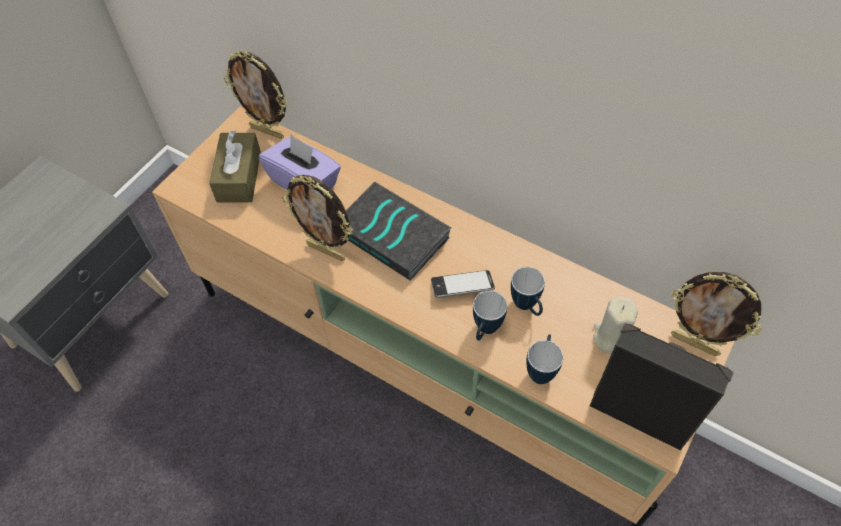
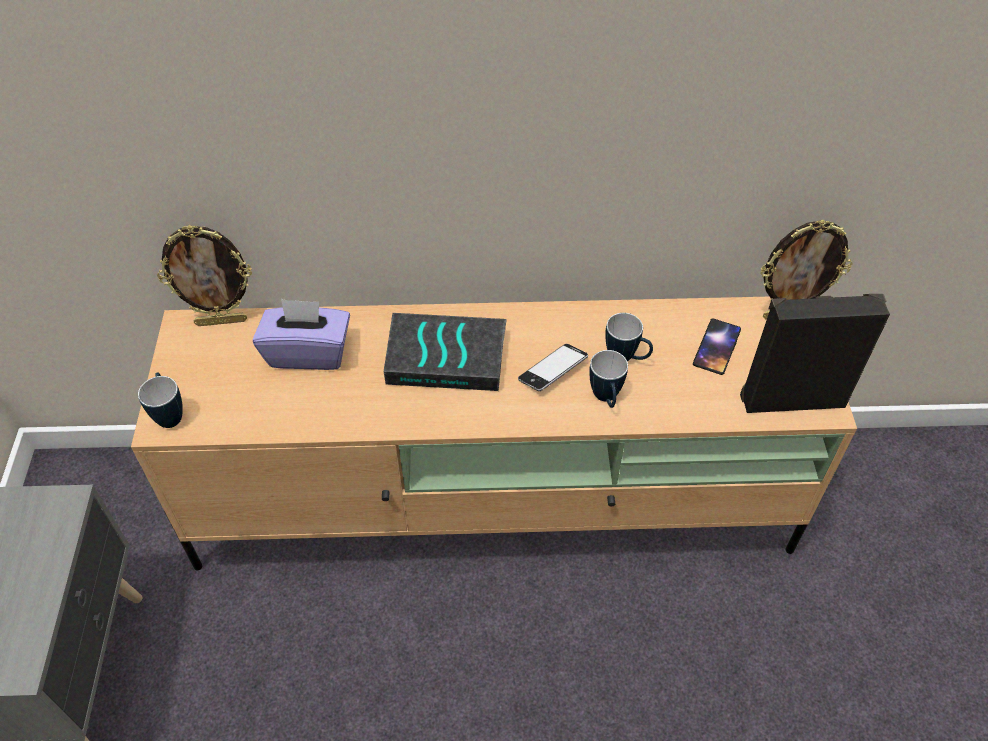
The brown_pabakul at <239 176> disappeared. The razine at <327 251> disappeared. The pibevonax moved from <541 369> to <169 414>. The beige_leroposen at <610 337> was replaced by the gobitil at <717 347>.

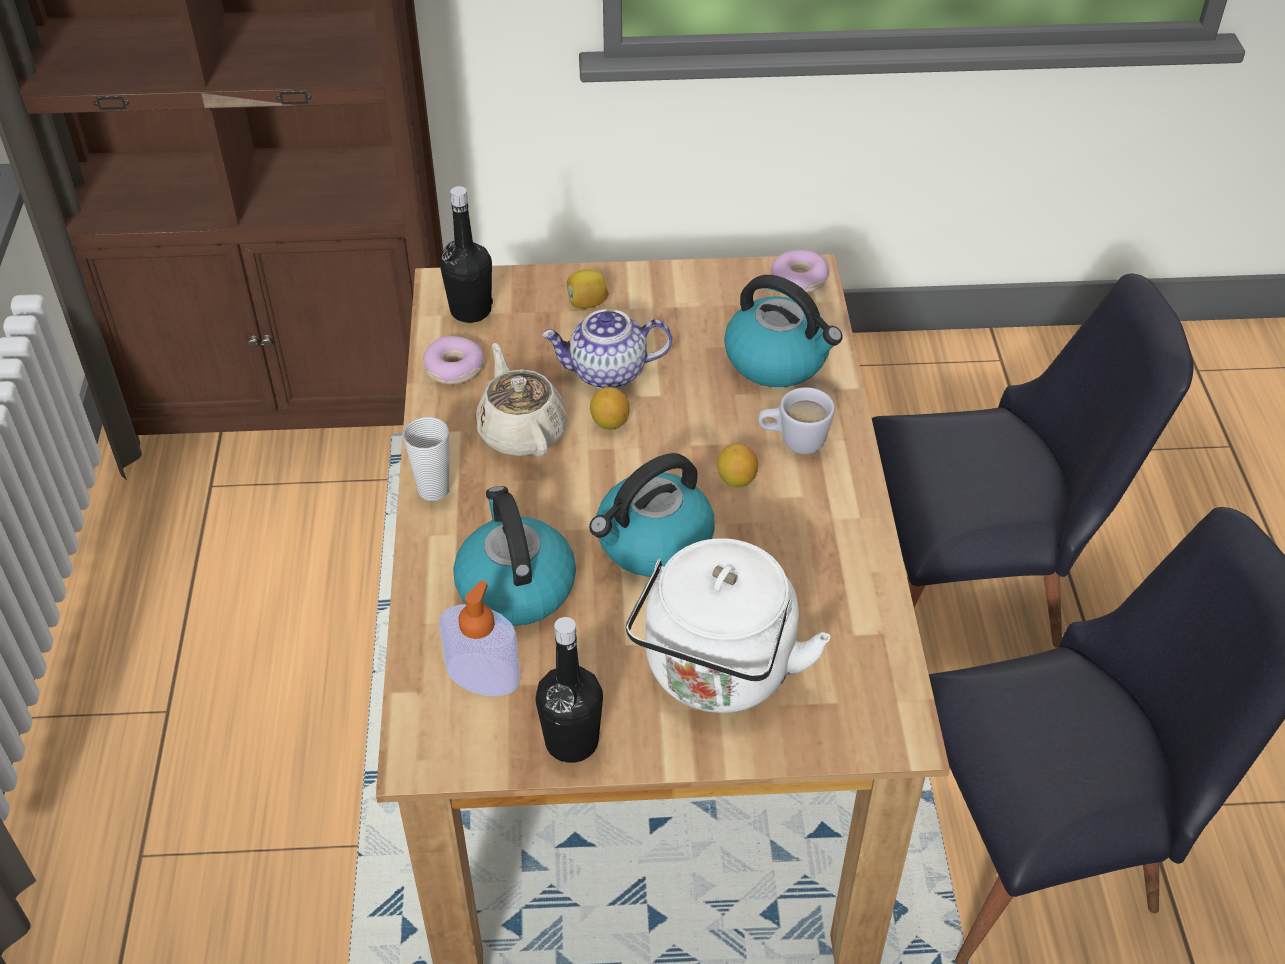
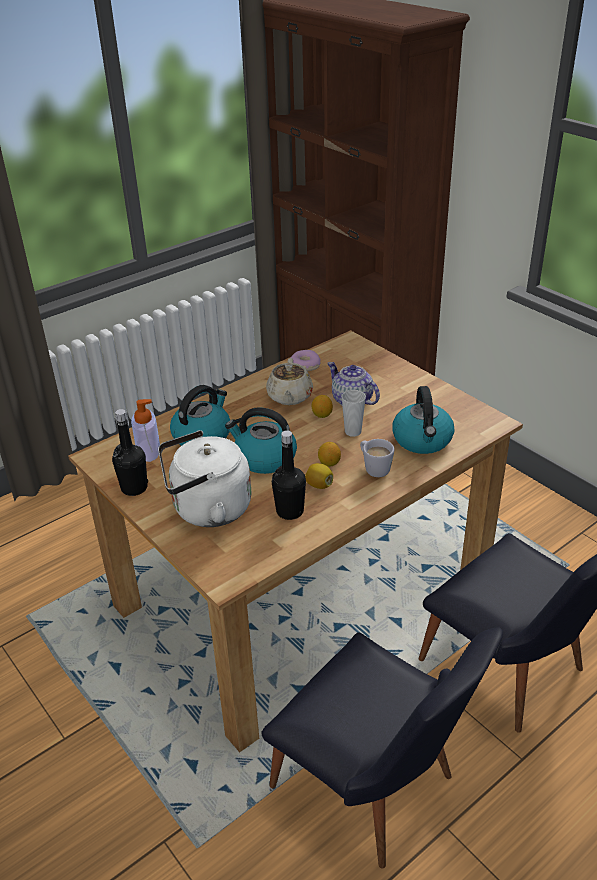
The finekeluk moved from <433 490> to <353 432>. The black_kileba moved from <470 310> to <290 511>. The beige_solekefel at <521 431> turned 150 degrees clockwise. The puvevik moved from <587 303> to <319 485>. The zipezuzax at <799 279> disappeared.

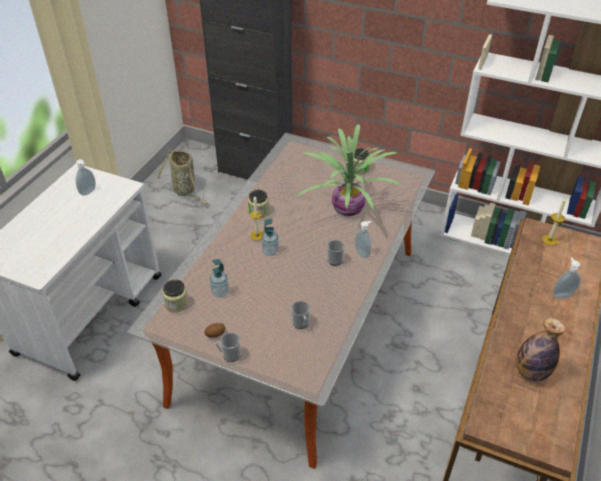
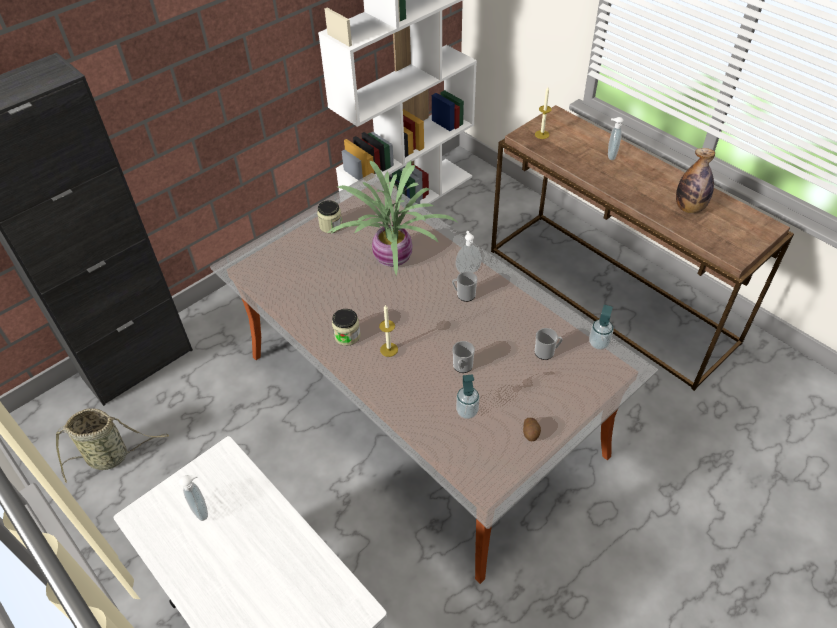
The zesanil at <176 303> disappeared. The pibevonax moved from <229 354> to <462 367>. The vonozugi moved from <270 252> to <598 343>.

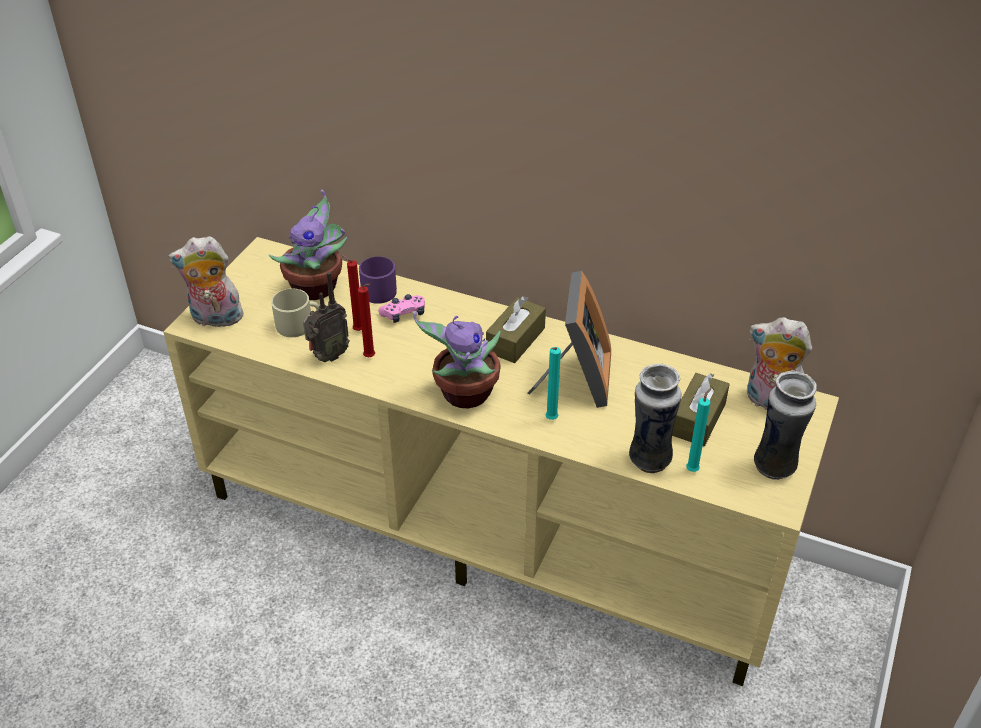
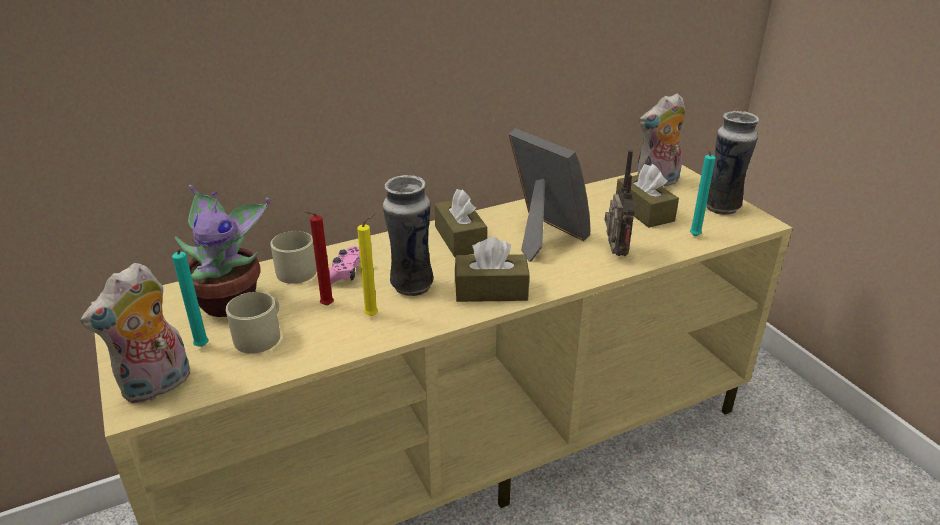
The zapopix moved from <328 356> to <614 254>. The red_leroposen at <371 358> became the yellow_leroposen at <373 315>. The purple_pibevonax at <380 289> became the beige_pibevonax at <293 270>. The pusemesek at <464 395> was replaced by the brown_pabakul at <491 290>. The turquoise_leroposen moved from <550 420> to <202 348>. The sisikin moved from <649 459> to <411 286>.

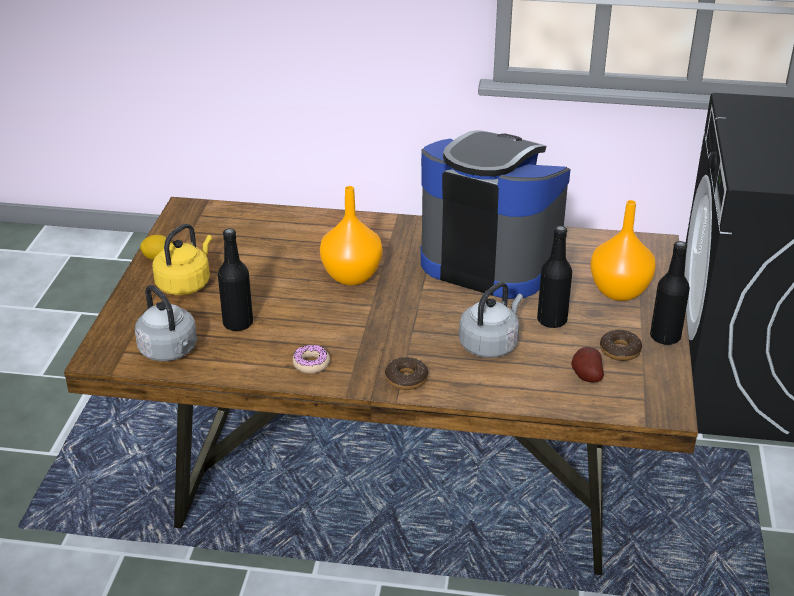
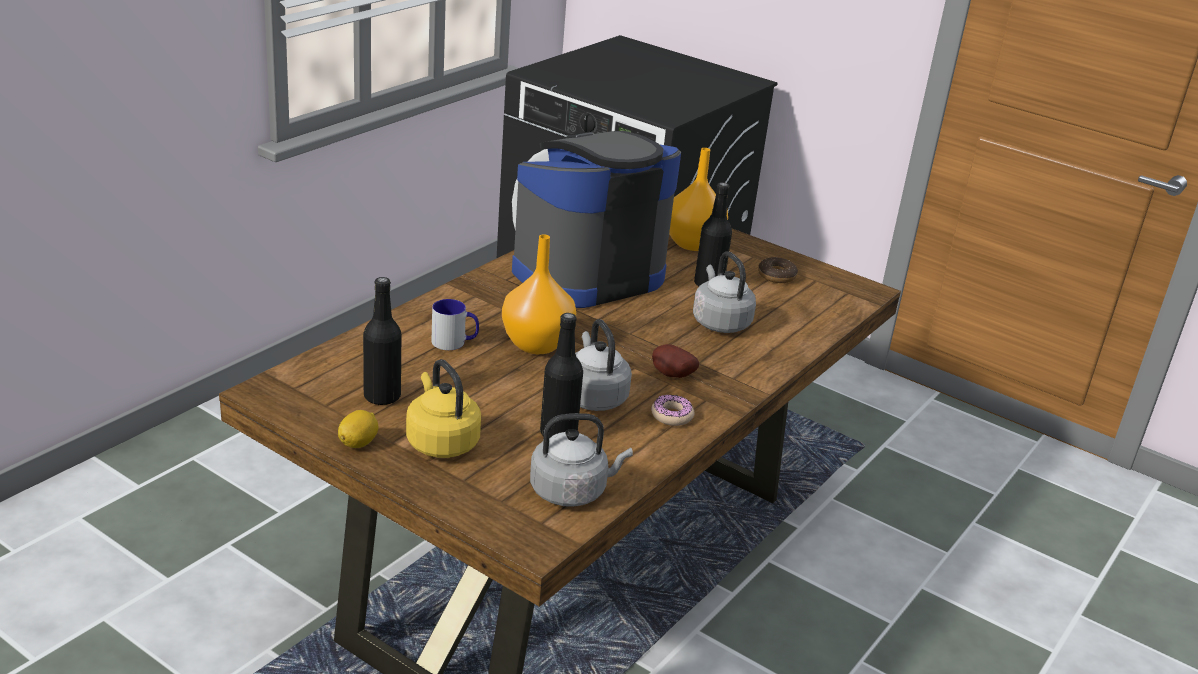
The zipezuzax at <406 379> disappeared. The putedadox moved from <585 377> to <671 376>. The black_kileba moved from <665 337> to <382 397>. The pibevonax at <454 342> appeared. The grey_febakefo at <593 396> appeared.

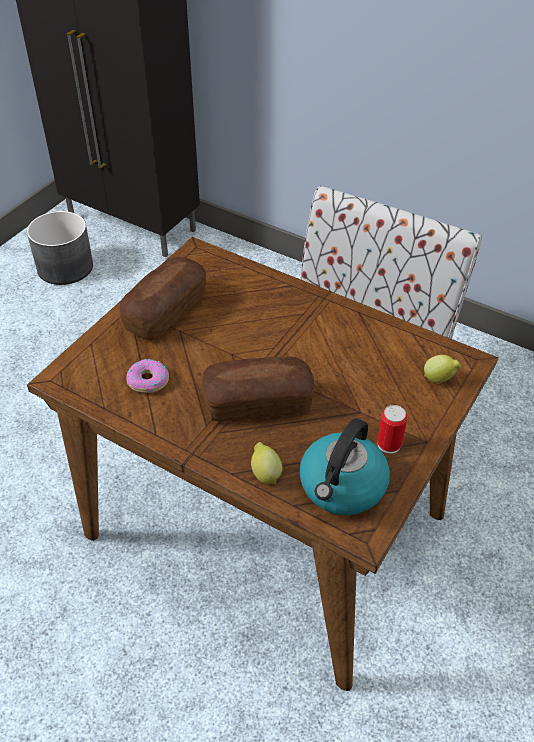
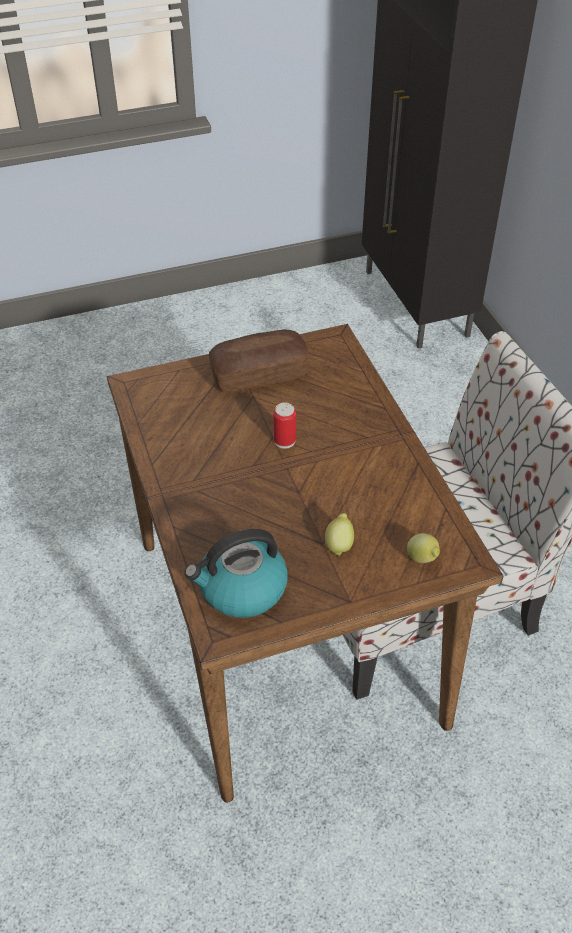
The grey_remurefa at <65 267> disappeared. The zipezuzax at <148 381> disappeared. The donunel at <257 403> disappeared. The puvevik moved from <265 473> to <339 544>. The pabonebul moved from <389 444> to <284 441>.

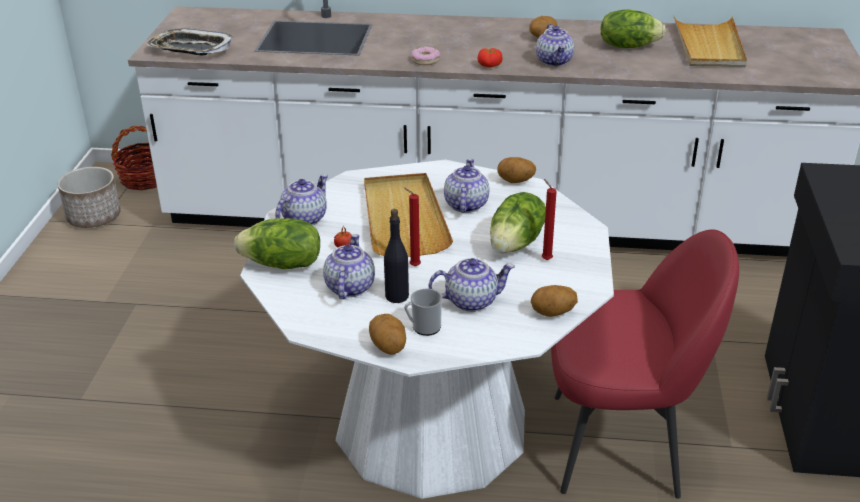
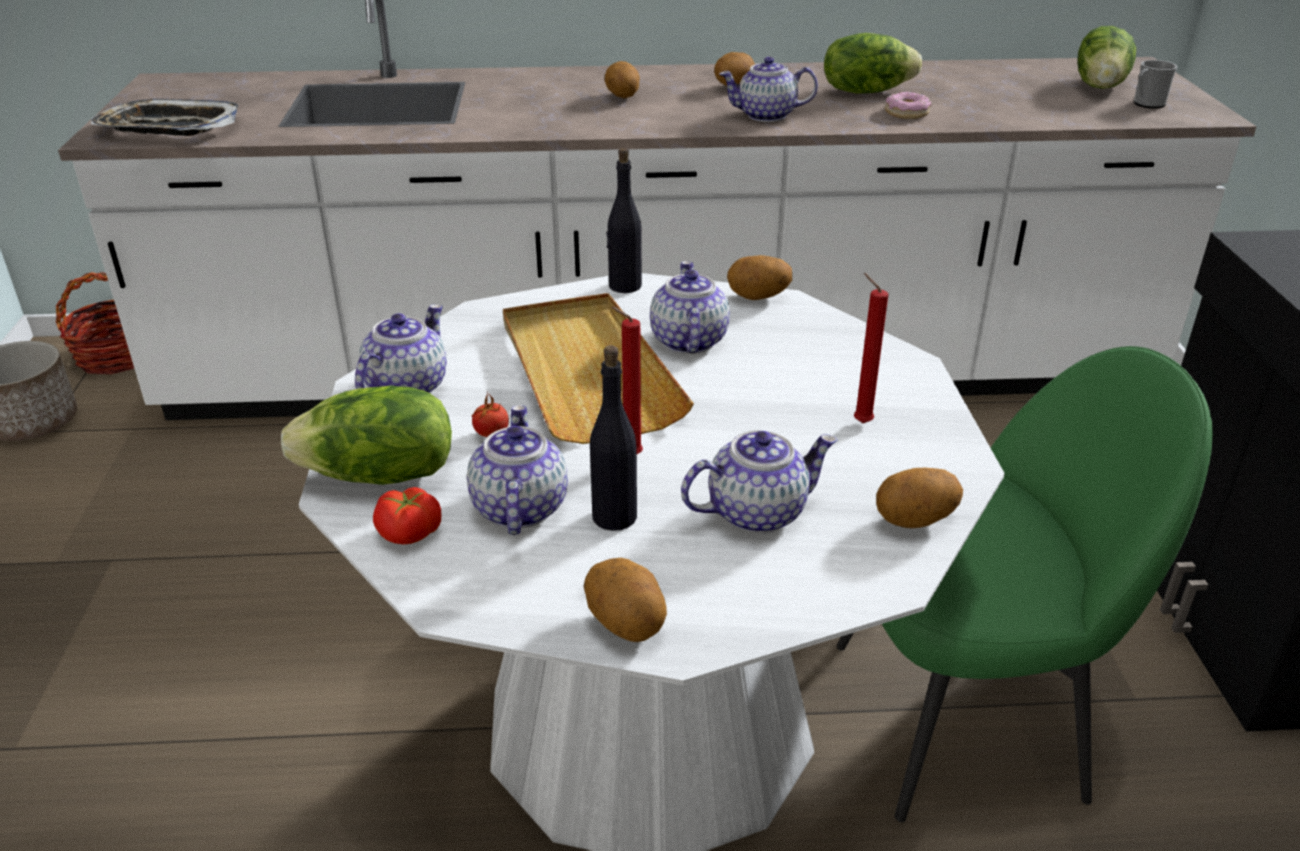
The pibevonax moved from <423 327> to <1146 104>. The zipezuzax moved from <425 60> to <906 113>. The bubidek moved from <489 65> to <410 534>. The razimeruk moved from <517 243> to <1101 86>. The solekefel at <554 61> turned 105 degrees clockwise. The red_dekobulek at <620 444> became the green_dekobulek at <964 717>. The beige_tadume at <709 46> disappeared. The putedadox at <622 97> appeared. The black_kileba at <624 286> appeared.

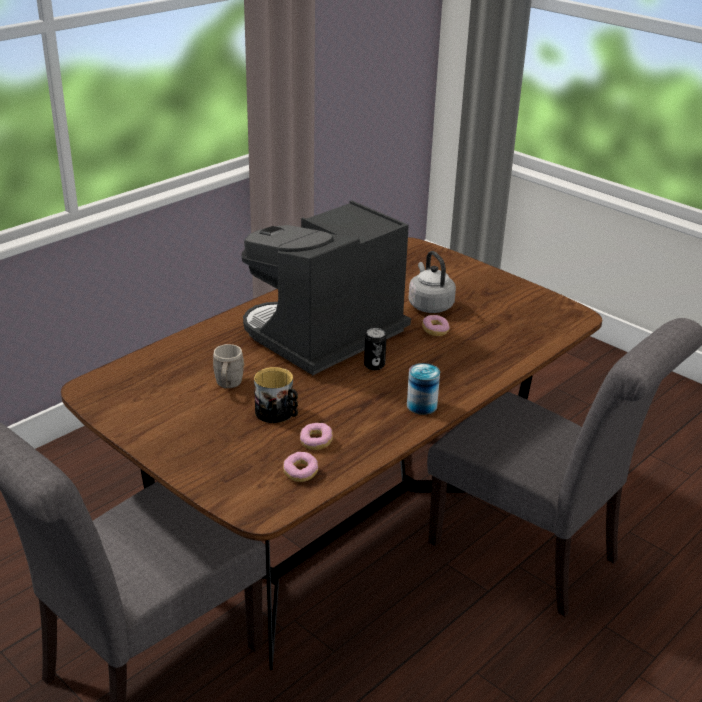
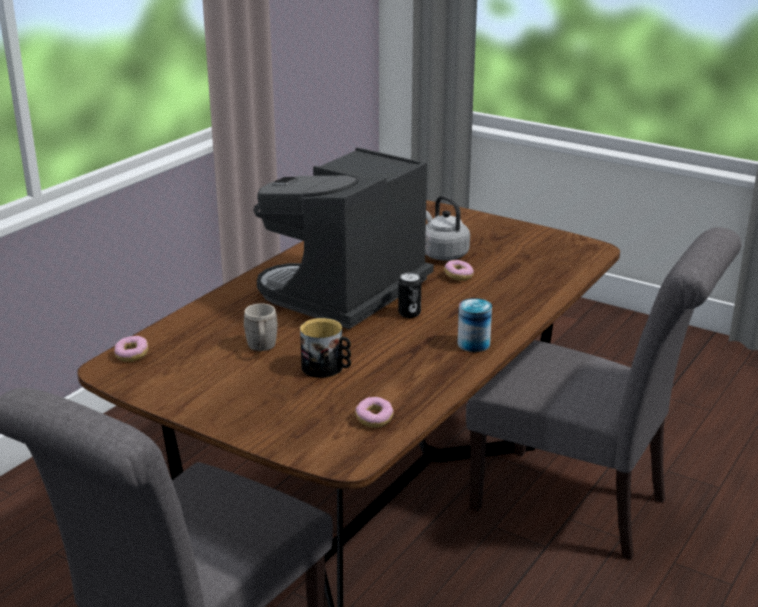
The zipezuzax moved from <316 442> to <132 355>.

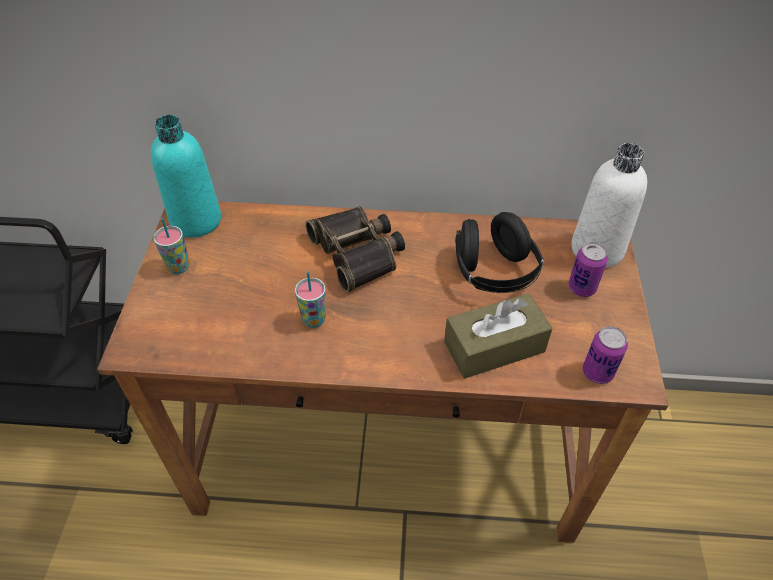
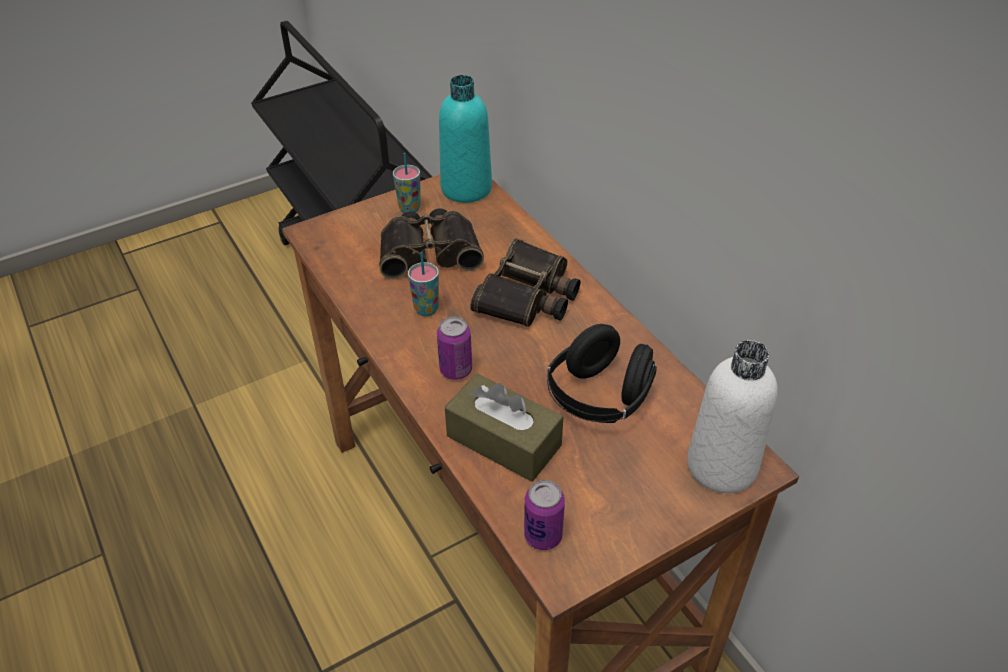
The pabonebul moved from <581 288> to <456 370>. The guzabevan at <429 251> appeared.

